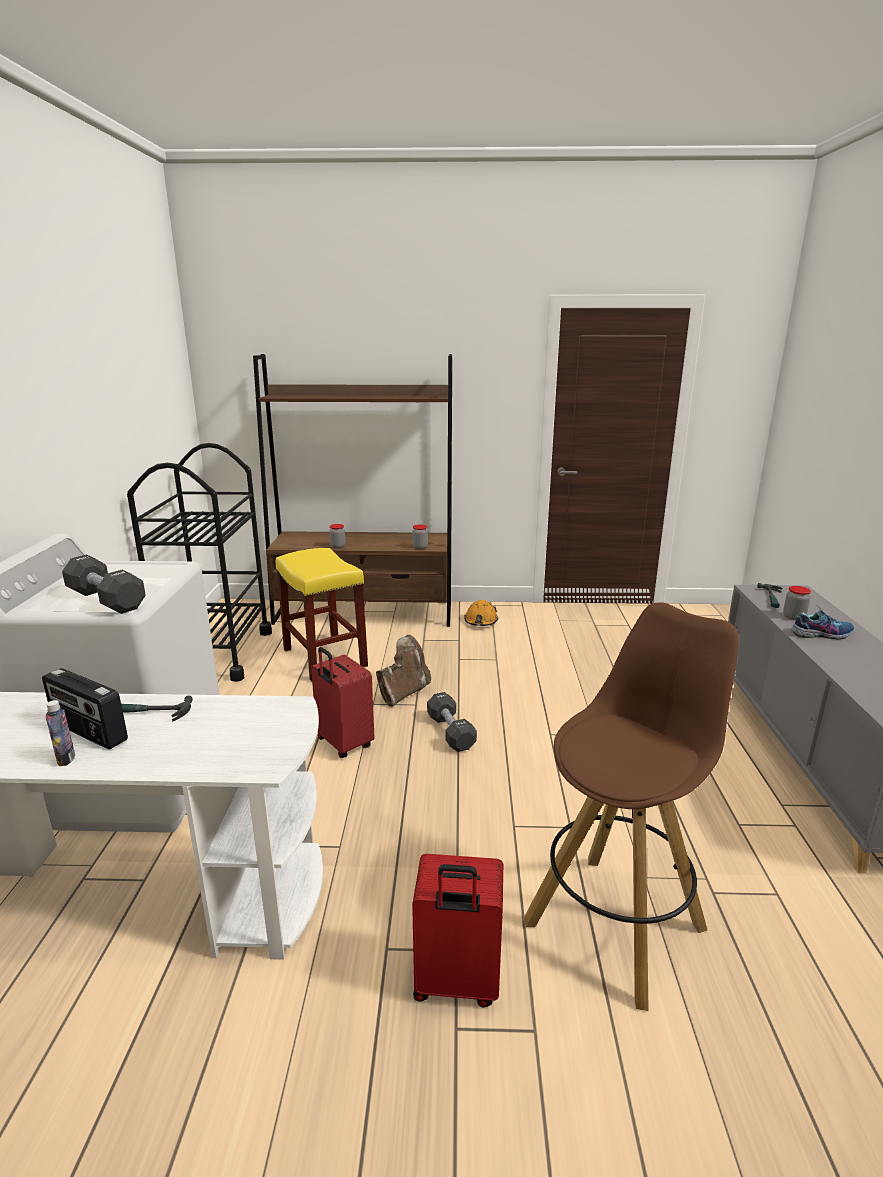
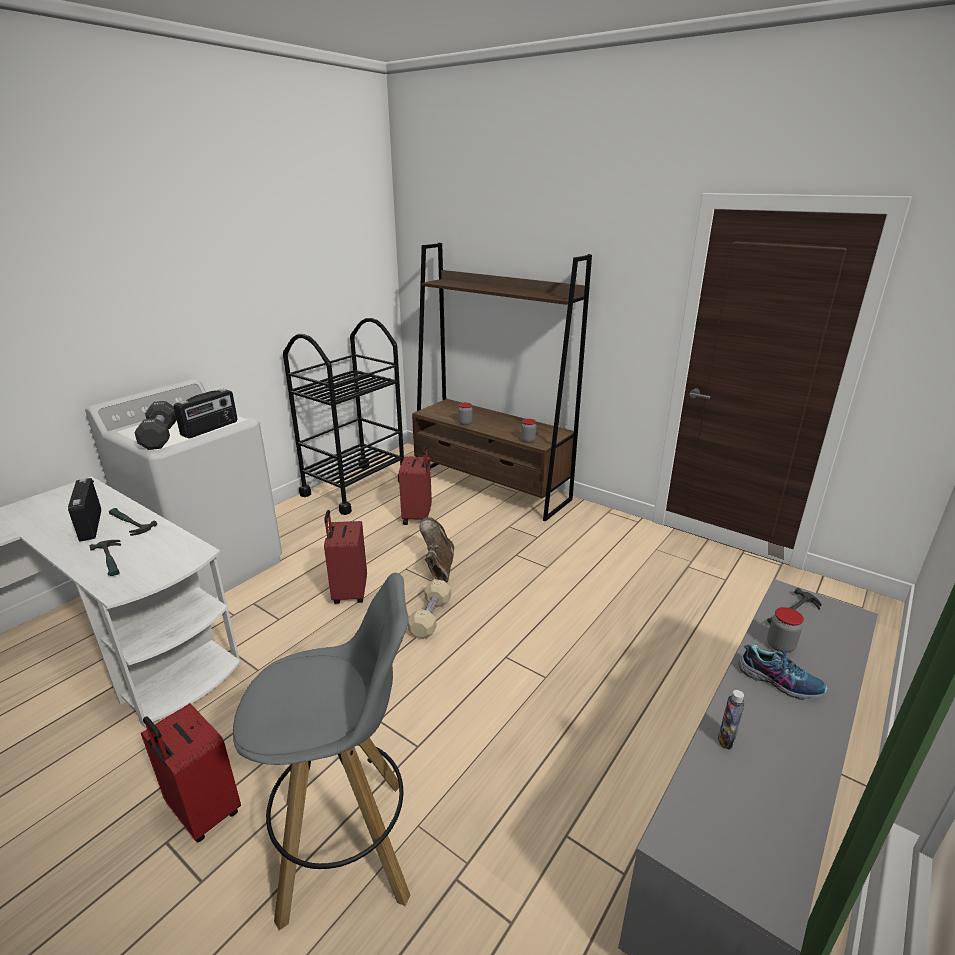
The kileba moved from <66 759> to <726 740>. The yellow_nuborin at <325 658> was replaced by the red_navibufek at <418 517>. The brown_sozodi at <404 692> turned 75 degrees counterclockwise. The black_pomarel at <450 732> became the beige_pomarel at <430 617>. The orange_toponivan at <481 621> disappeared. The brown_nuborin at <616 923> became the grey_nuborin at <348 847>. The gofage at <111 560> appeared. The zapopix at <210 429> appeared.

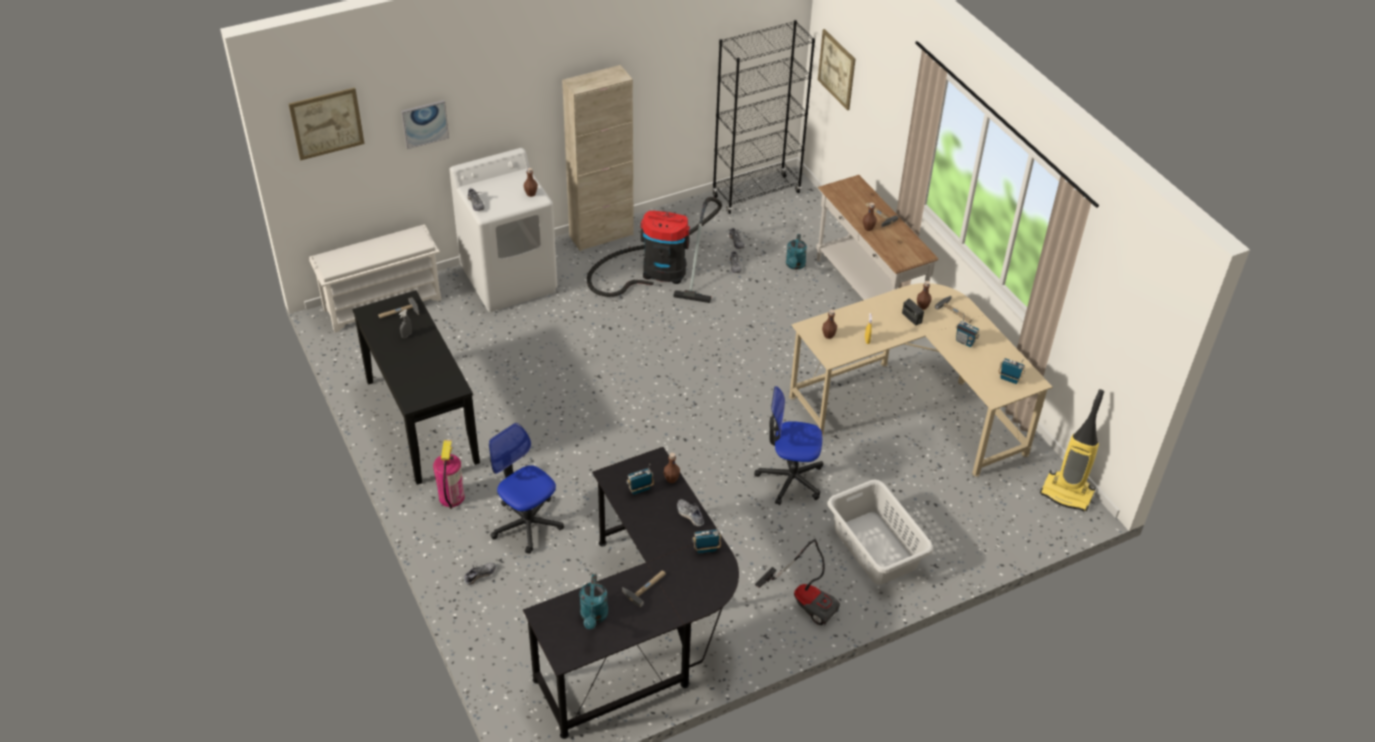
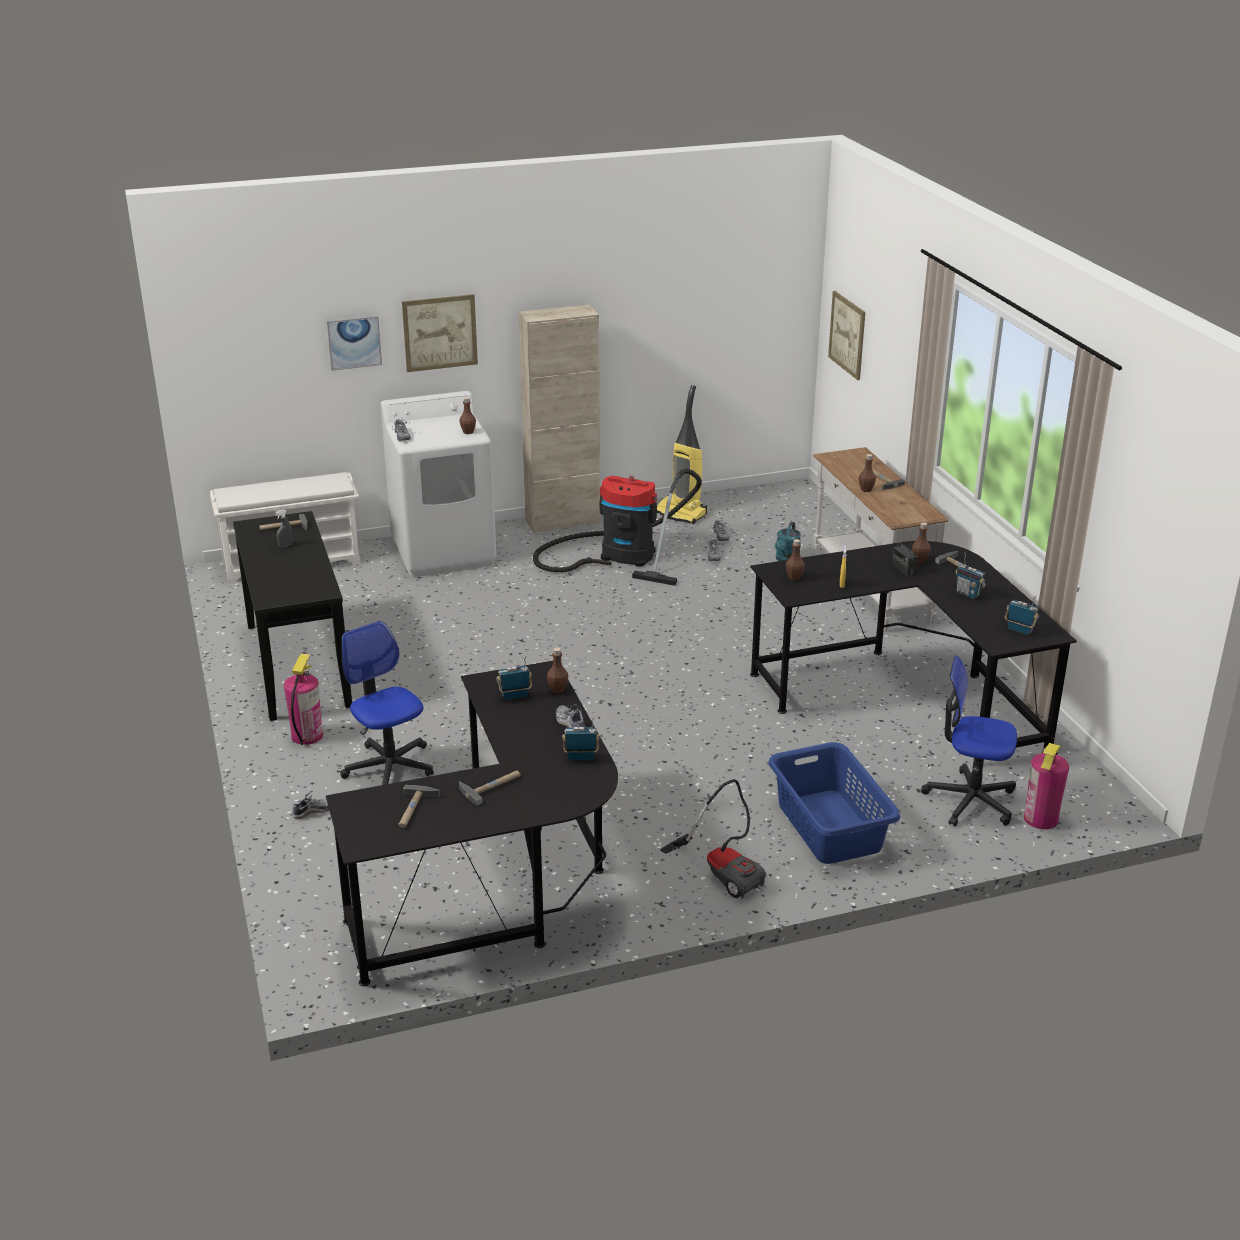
The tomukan moved from <327 123> to <440 332>. The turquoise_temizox at <594 617> was replaced by the gofage at <414 809>. The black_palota at <756 194> disappeared. The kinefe moved from <790 479> to <970 800>. The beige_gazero at <912 406> became the black_gazero at <905 694>. The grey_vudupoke at <875 548> became the blue_vudupoke at <828 827>. The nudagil moved from <1067 493> to <681 513>. The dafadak at <1041 818> appeared.

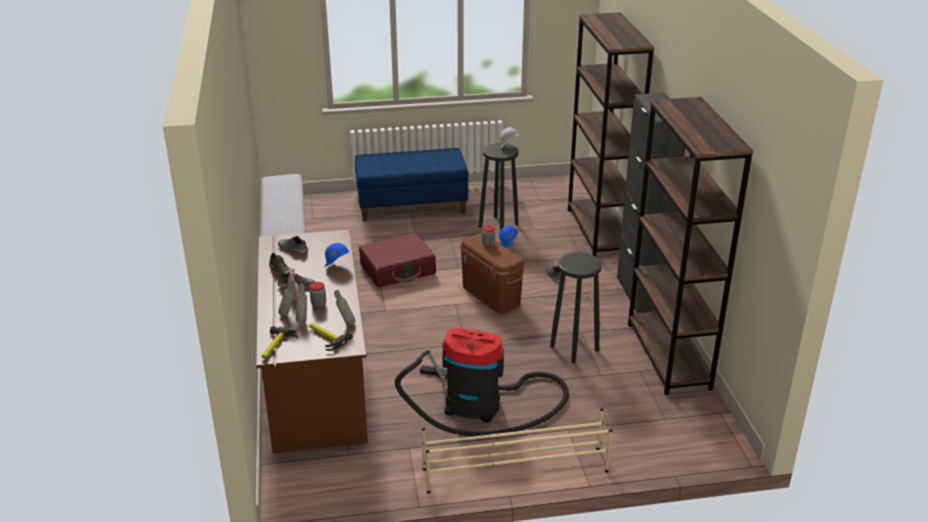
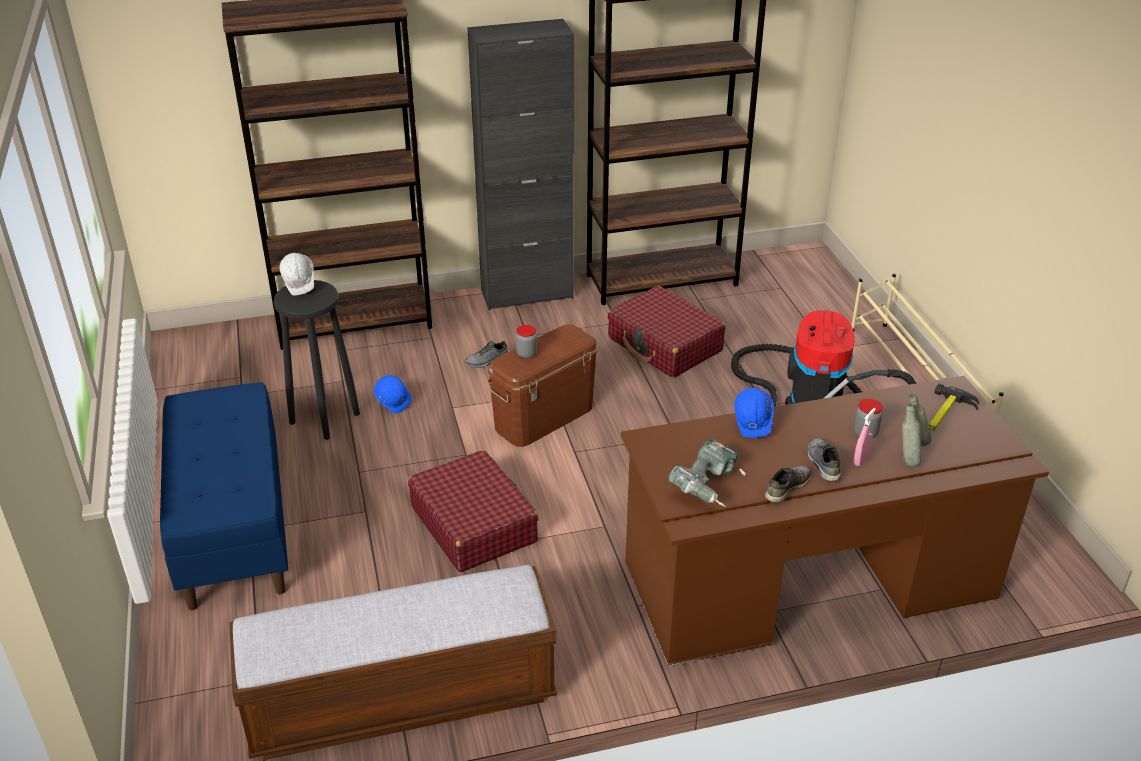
The gofage at <277 346> disappeared. The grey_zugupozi at <292 249> was replaced by the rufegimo at <709 487>. The grey_kileba at <346 323> disappeared. The black_nuborin at <573 348> was replaced by the red_navibufek at <665 345>.

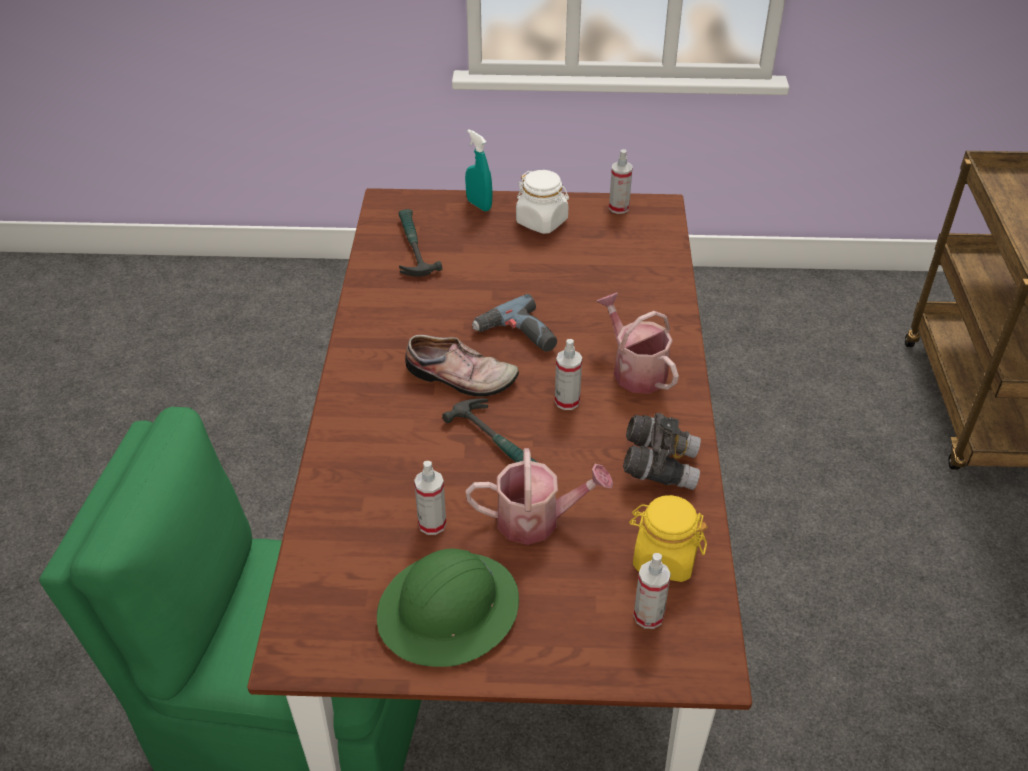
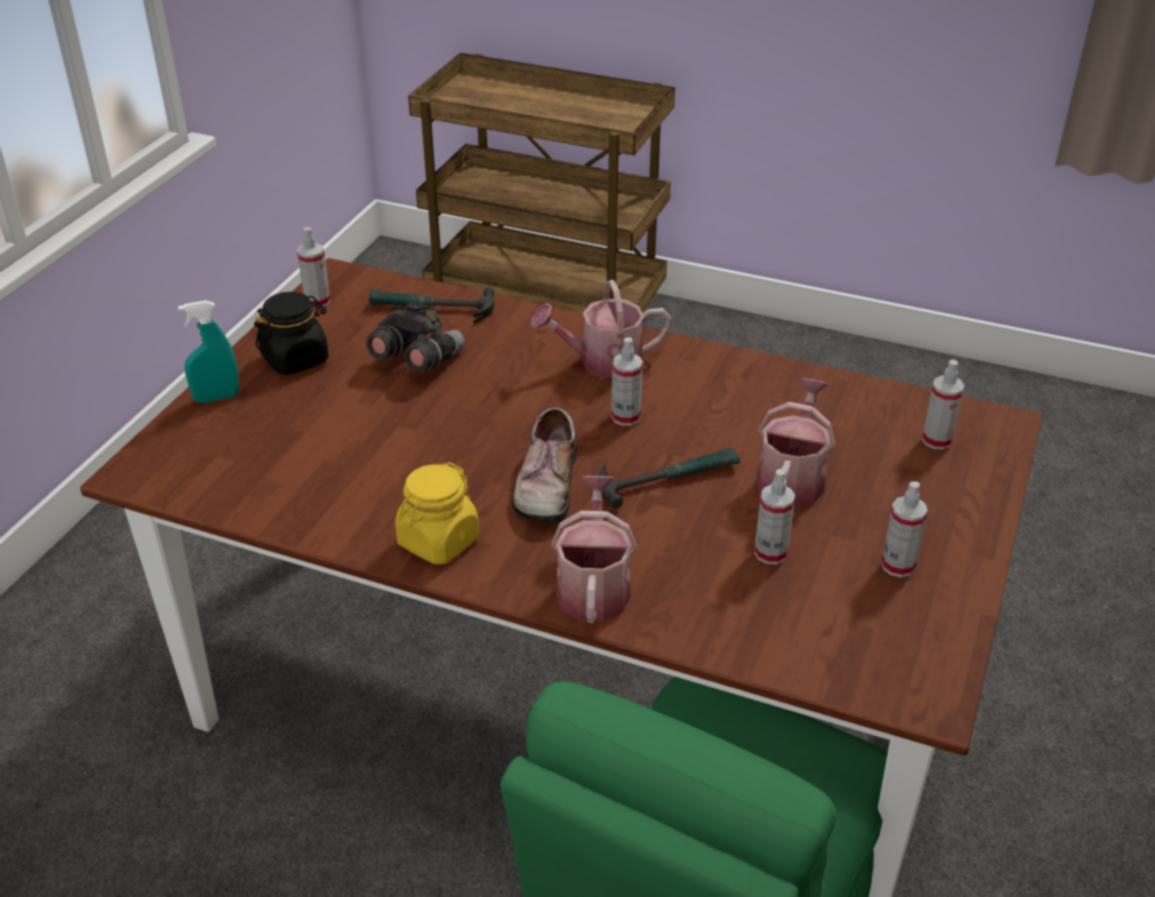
The green_toponivan at <449 611> was replaced by the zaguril at <898 565>. The gofage moved from <412 247> to <431 309>. The zugupozi at <460 378> turned 150 degrees clockwise. The rufegimo at <517 336> disappeared. The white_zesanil at <542 221> became the black_zesanil at <296 359>. The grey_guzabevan moved from <659 466> to <417 361>. The yellow_zesanil moved from <664 558> to <438 541>. The temizox at <593 586> appeared.

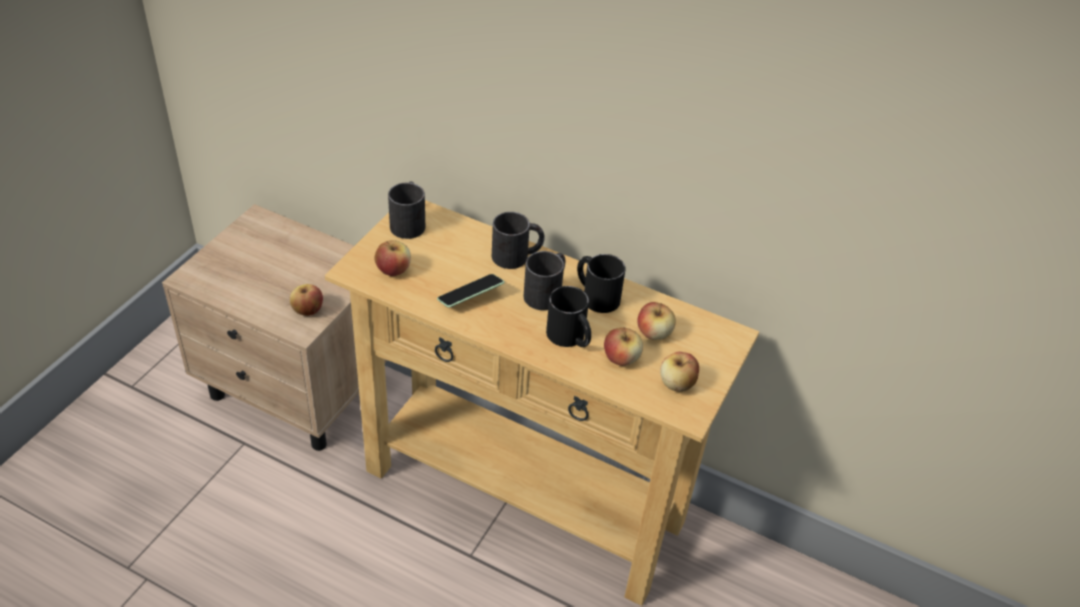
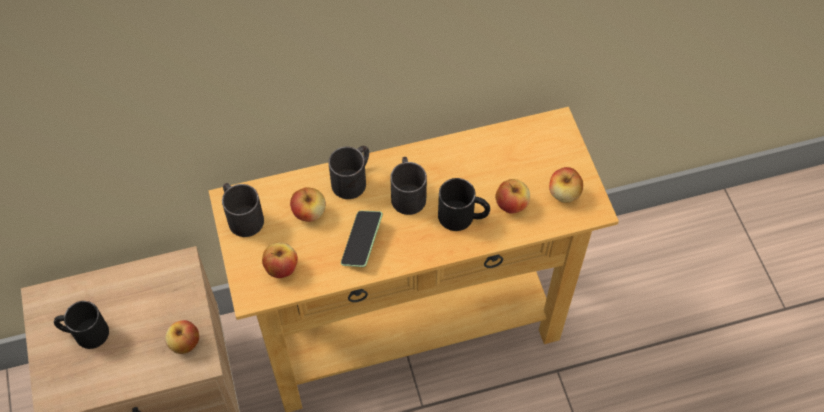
The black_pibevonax moved from <595 295> to <84 333>. The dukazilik moved from <654 333> to <309 212>.

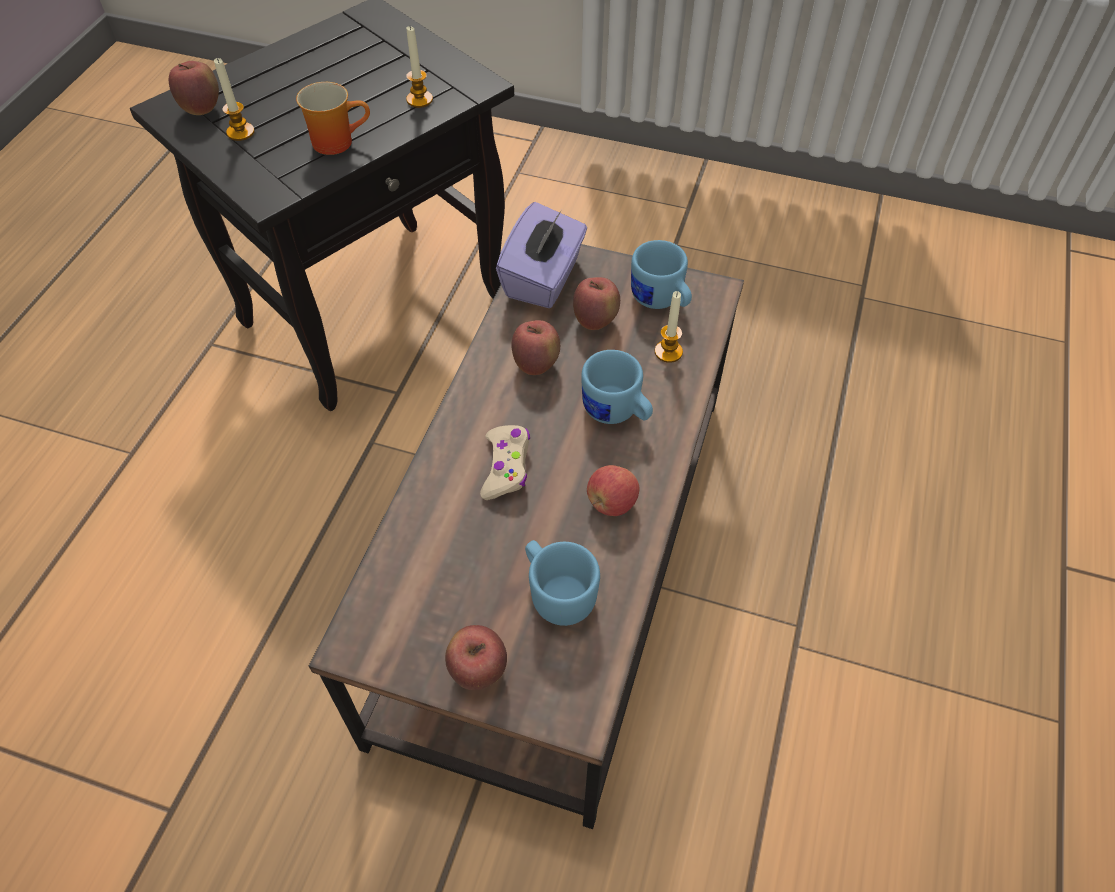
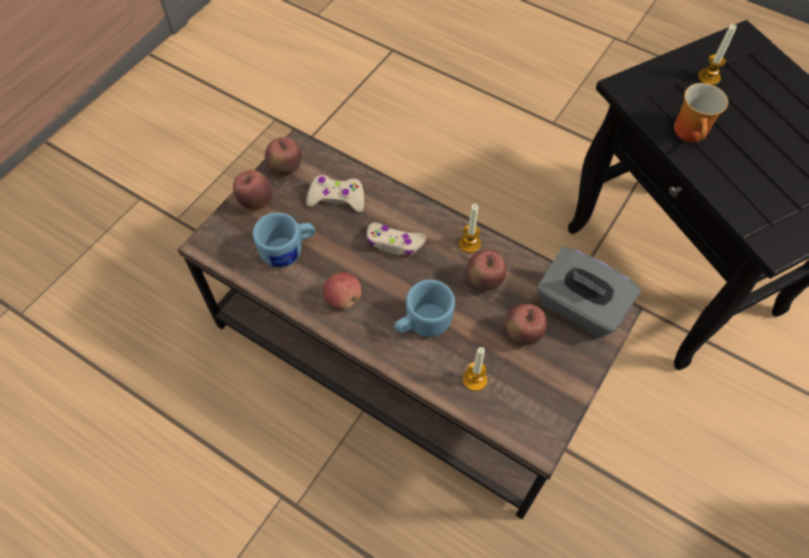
The dukazilik moved from <202 109> to <286 169>. The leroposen moved from <419 99> to <469 244>. The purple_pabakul at <543 278> became the grey_pabakul at <579 307>. The blue_pibevonax at <660 301> disappeared. The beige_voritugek at <337 198> appeared.

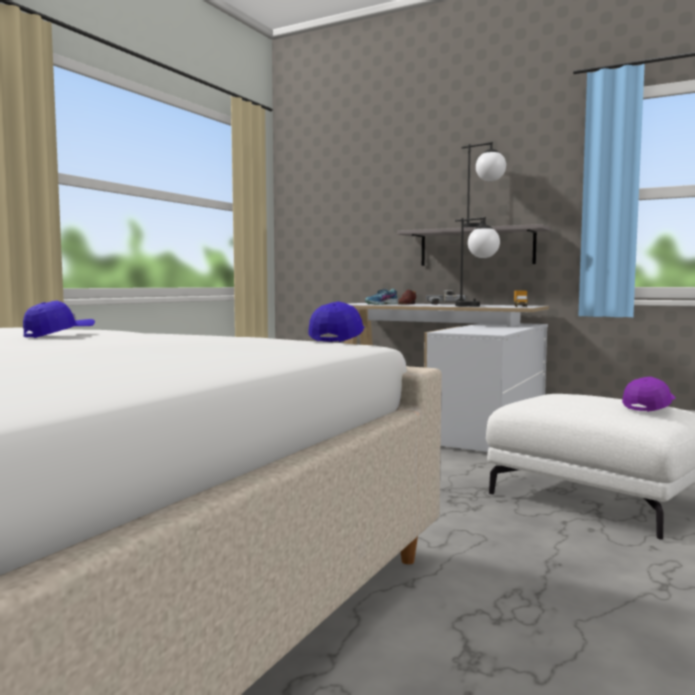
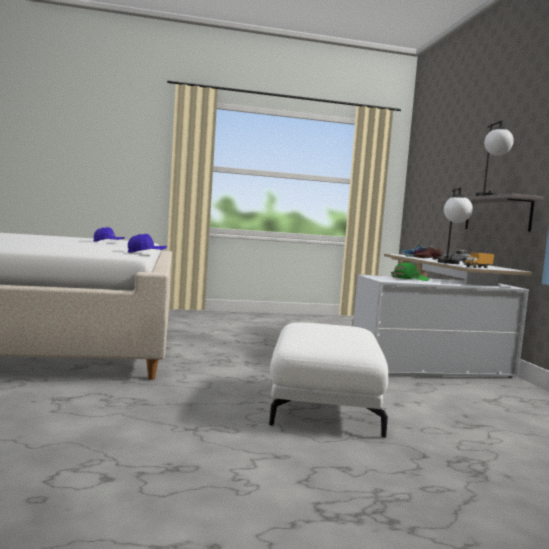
The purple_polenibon at <649 406> disappeared. The green_polenibon at <409 279> appeared.

